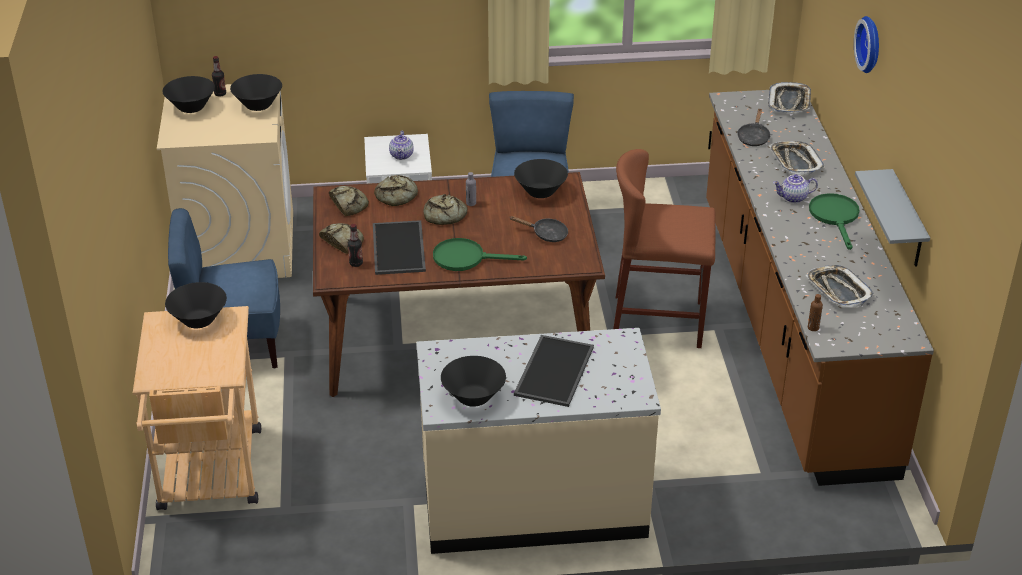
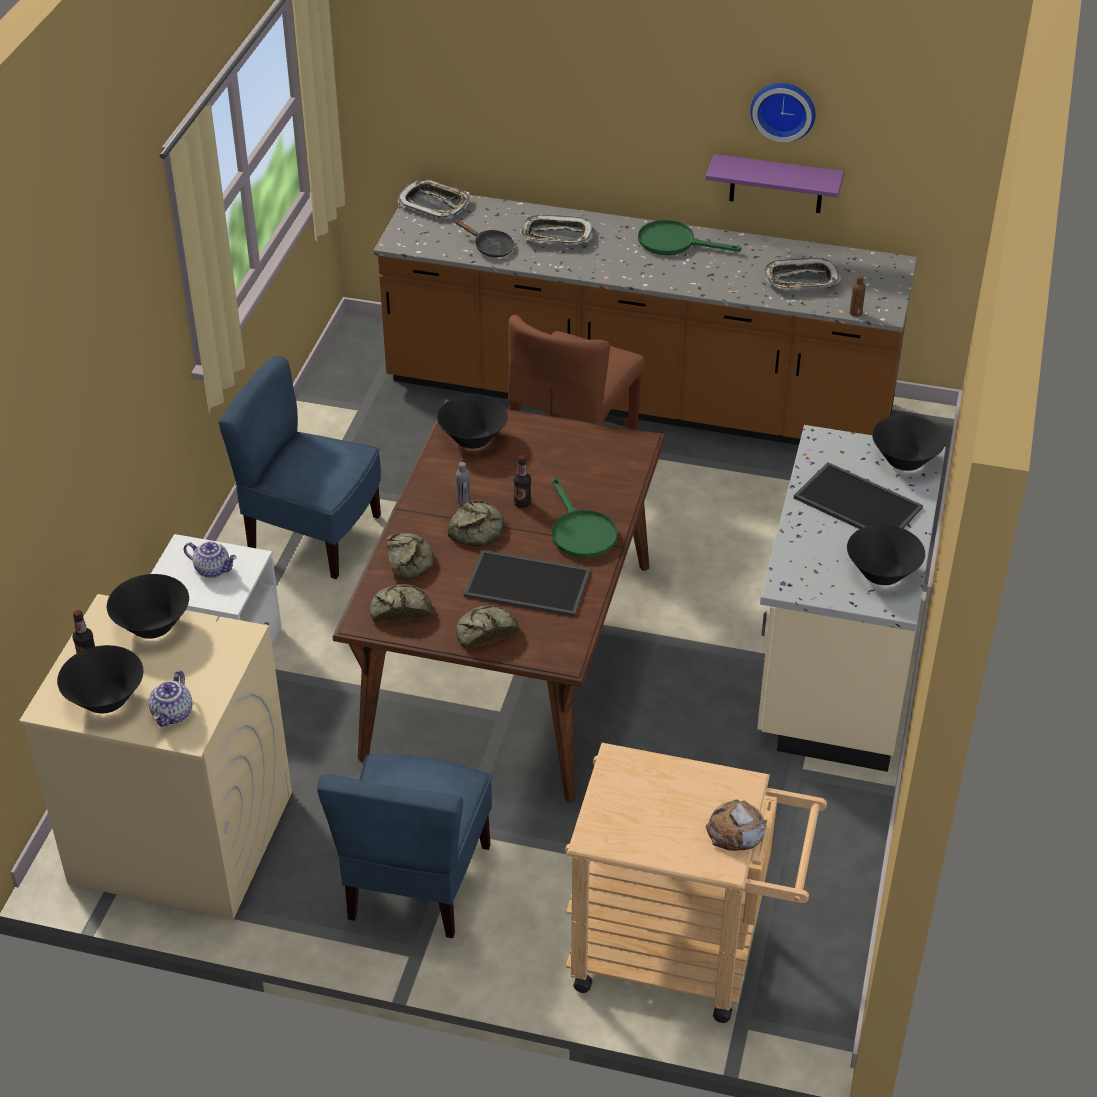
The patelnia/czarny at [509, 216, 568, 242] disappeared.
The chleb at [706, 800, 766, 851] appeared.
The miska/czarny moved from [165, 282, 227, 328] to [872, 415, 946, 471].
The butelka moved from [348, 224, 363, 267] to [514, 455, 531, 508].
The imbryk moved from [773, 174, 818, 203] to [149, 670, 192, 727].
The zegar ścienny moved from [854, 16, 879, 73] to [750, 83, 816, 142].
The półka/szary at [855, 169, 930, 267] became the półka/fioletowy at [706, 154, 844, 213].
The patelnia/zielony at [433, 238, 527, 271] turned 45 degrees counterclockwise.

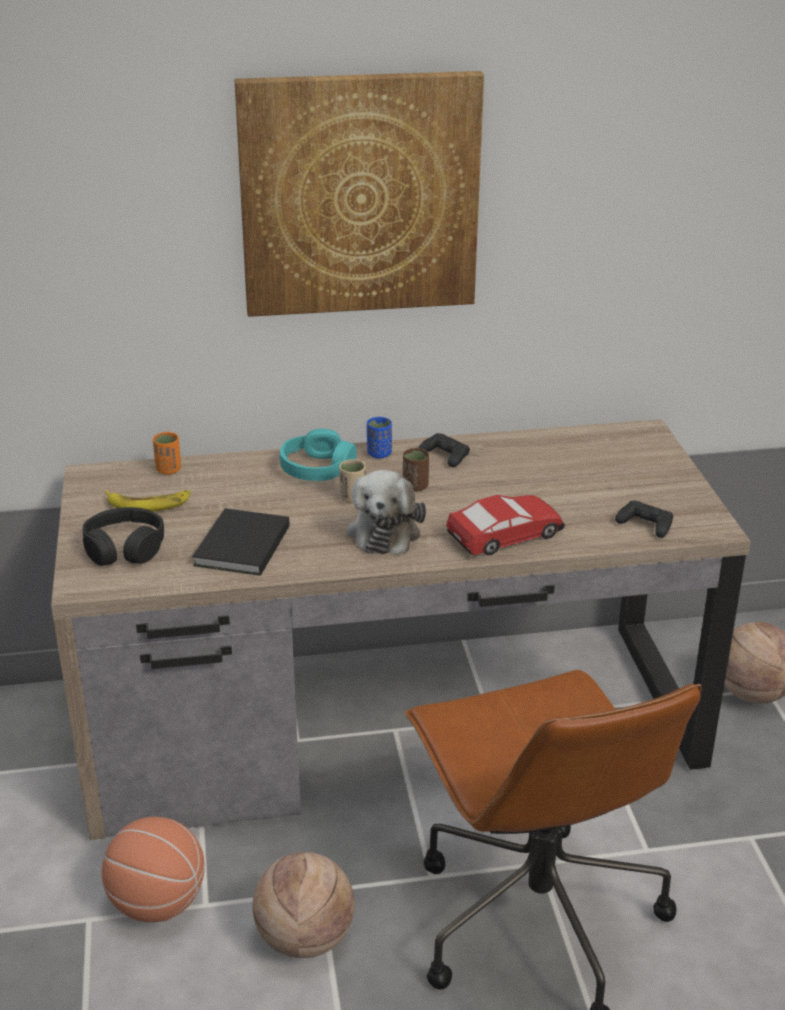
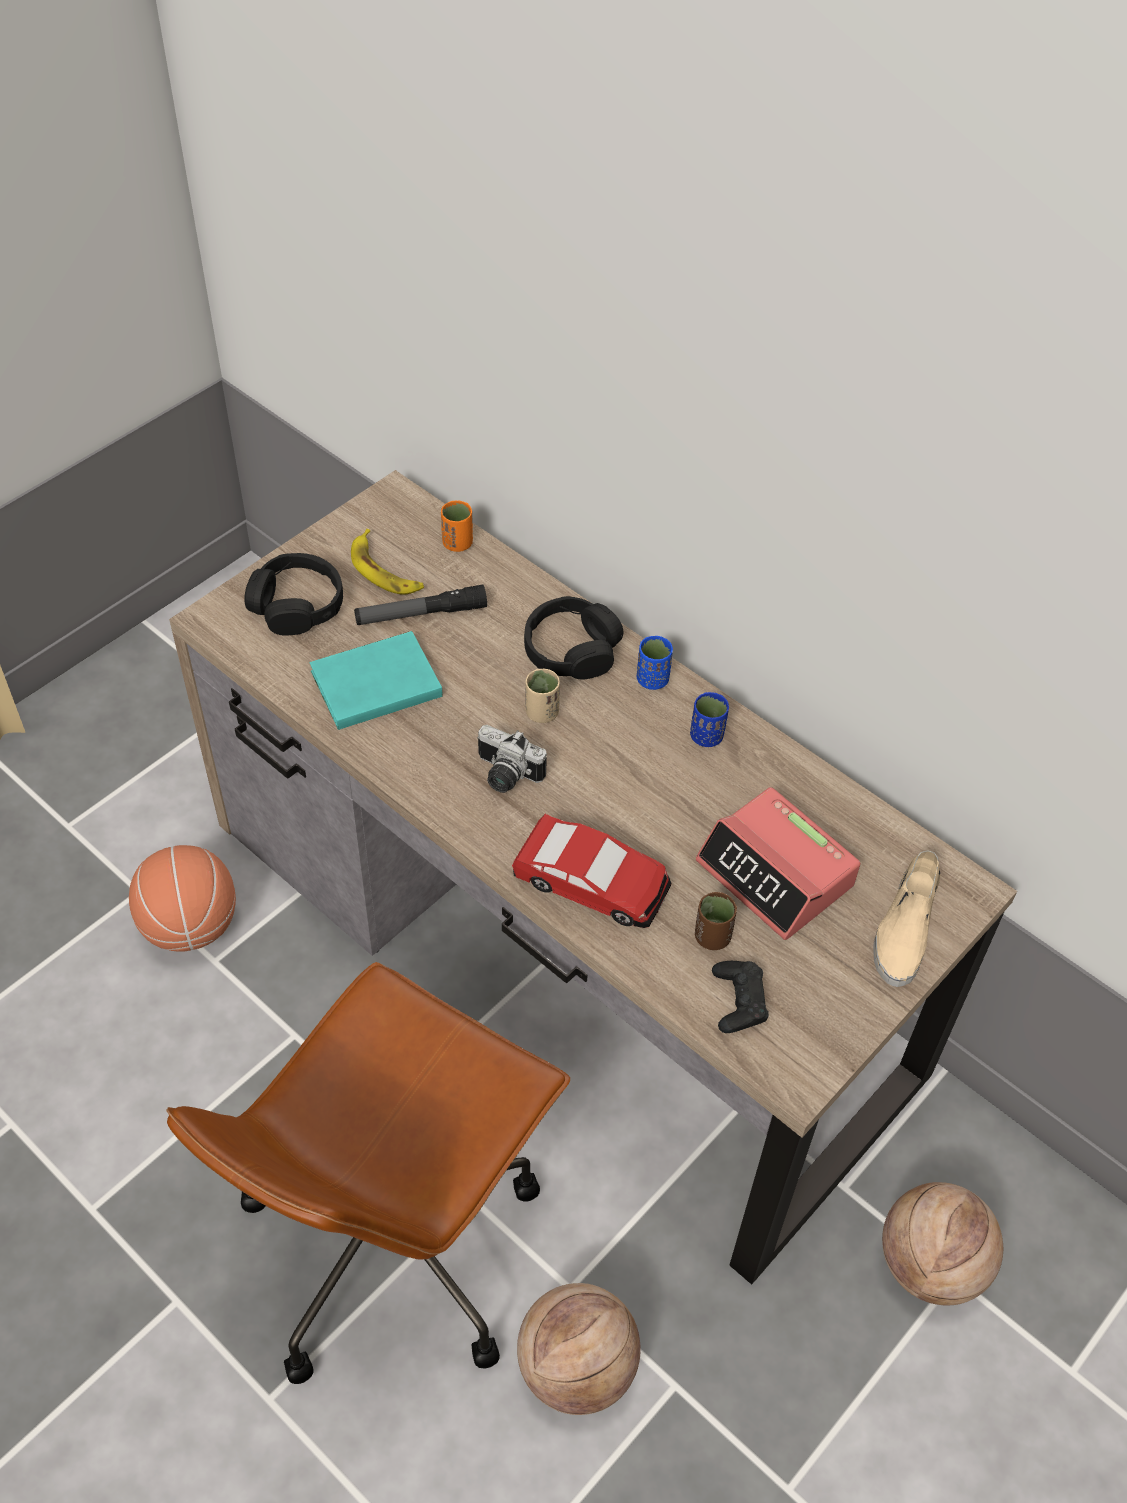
The obraz at [234, 71, 484, 317] disappeared.
The latarka at [354, 585, 487, 625] appeared.
The budzik at [695, 787, 861, 940] appeared.
The but/beżowy at [874, 850, 940, 987] appeared.
The piłka do koszykówki moved from [252, 852, 355, 958] to [517, 1283, 641, 1415].
The filiżanka/brązowy moved from [403, 448, 429, 492] to [695, 892, 737, 950].
The pluszak at [347, 470, 426, 554] was replaced by the aparat fotograficzny at [477, 725, 547, 793].
The pad do gier/czarny at [419, 433, 470, 467] was replaced by the filiżanka/niebieski at [690, 692, 729, 747].
The książka/czarny at [192, 508, 289, 576] became the książka/turkusowy at [309, 631, 442, 730].
The słuchawki/turkusowy at [280, 428, 357, 481] became the słuchawki/czarny at [524, 596, 623, 680].

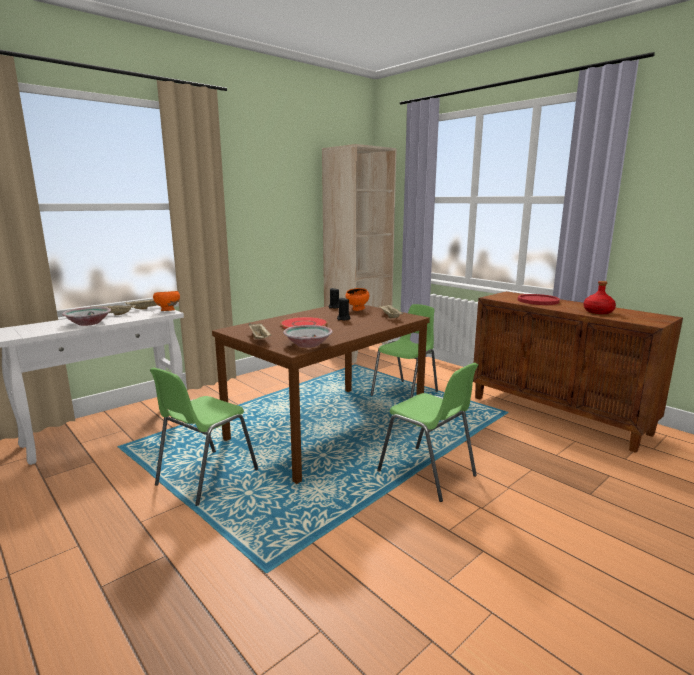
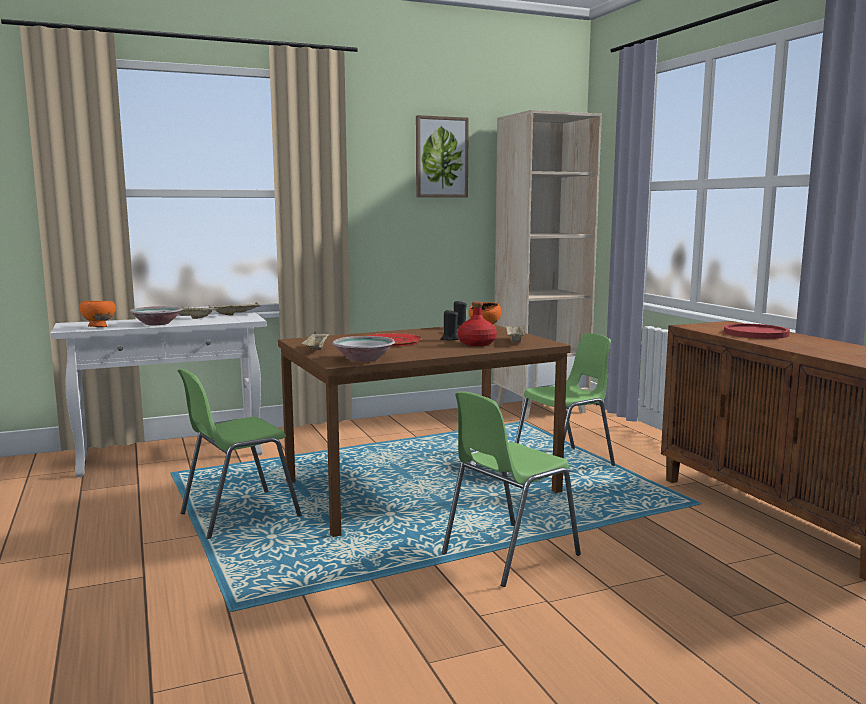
The obraz at [416, 115, 469, 198] appeared.
The miska/pomarańczowy moved from [153, 291, 180, 311] to [79, 301, 116, 327].
The butelka/czerwony moved from [583, 281, 616, 314] to [458, 301, 497, 346].
The krzesło/zielony at [377, 363, 478, 502] turned 75 degrees clockwise.

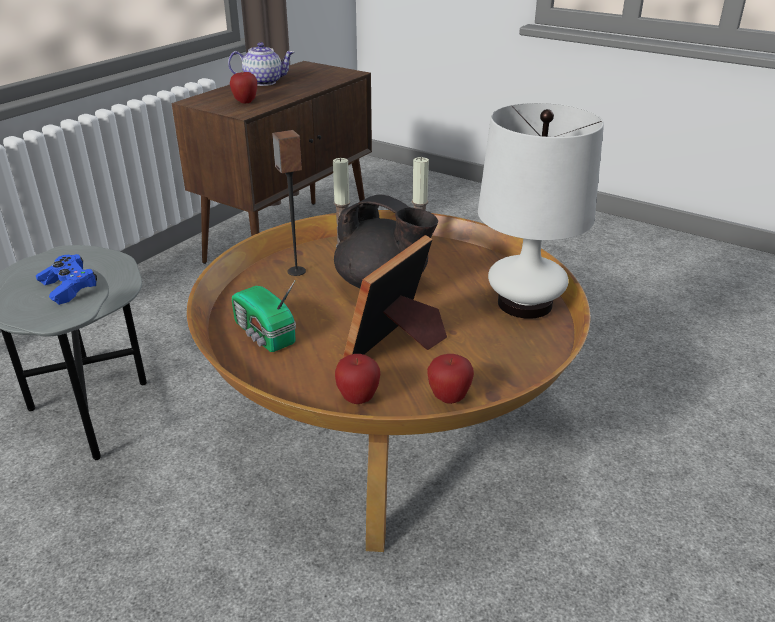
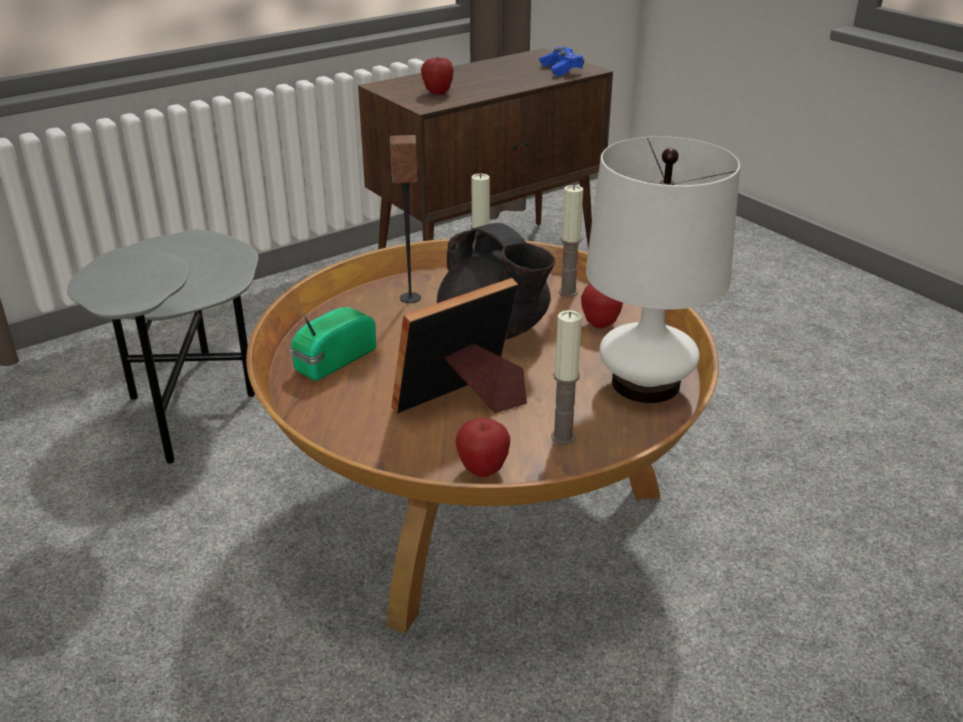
The imbryk at [228, 42, 294, 86] disappeared.
The świeca at [551, 310, 582, 445] appeared.
The pad do gier/niebieski moved from [36, 254, 97, 305] to [539, 47, 584, 76].
The jabłko moved from [335, 354, 380, 404] to [581, 283, 623, 328].
The radio at [232, 280, 296, 352] turned 60 degrees clockwise.

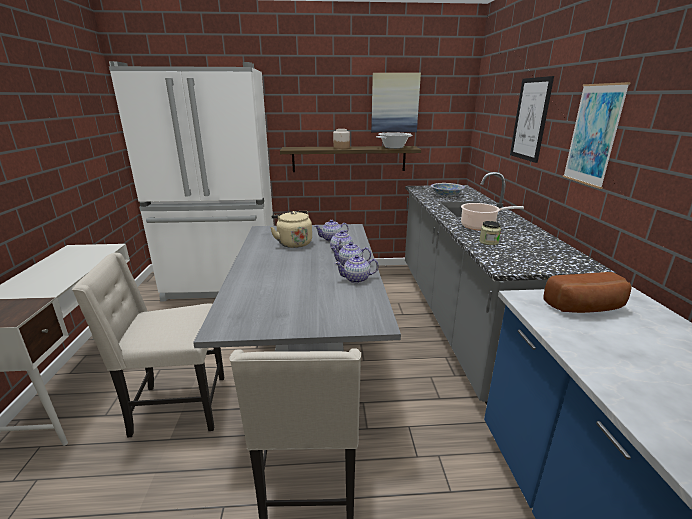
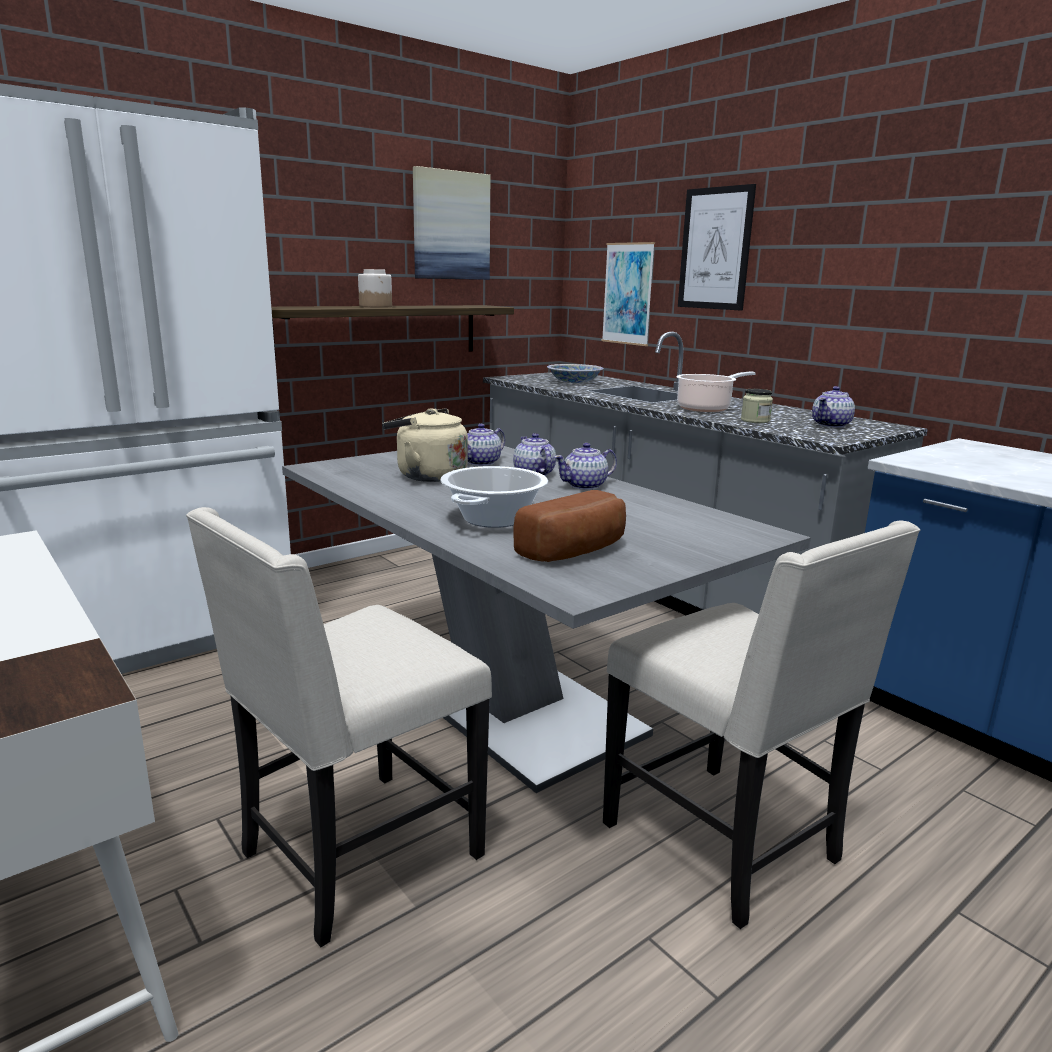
The imbryk moved from [335, 255, 379, 283] to [812, 386, 855, 428].
The garnek moved from [376, 133, 413, 149] to [440, 466, 548, 528].
The chleb moved from [543, 272, 632, 313] to [513, 490, 626, 562].
The obraz moved from [563, 82, 631, 189] to [602, 242, 655, 346].

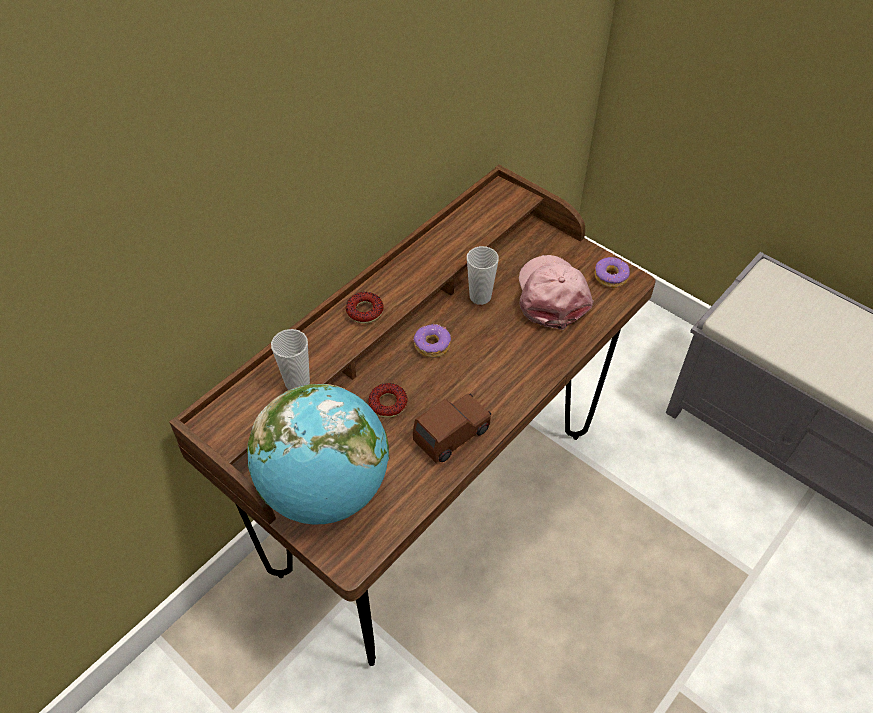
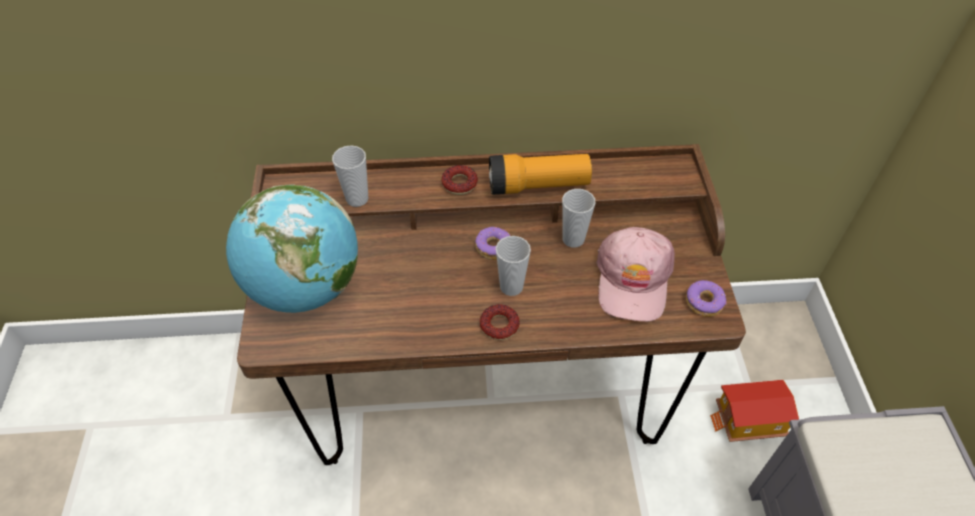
The samochodzik/brązowy at [413, 393, 491, 463] disappeared.
The latarka at [489, 154, 592, 195] appeared.
The filiżanka at [496, 236, 531, 296] appeared.
The domek at [710, 380, 799, 442] appeared.
The donut moved from [369, 383, 408, 418] to [480, 304, 520, 340].
The czapka z daszkiem/różowy at [519, 255, 594, 330] turned 150 degrees clockwise.

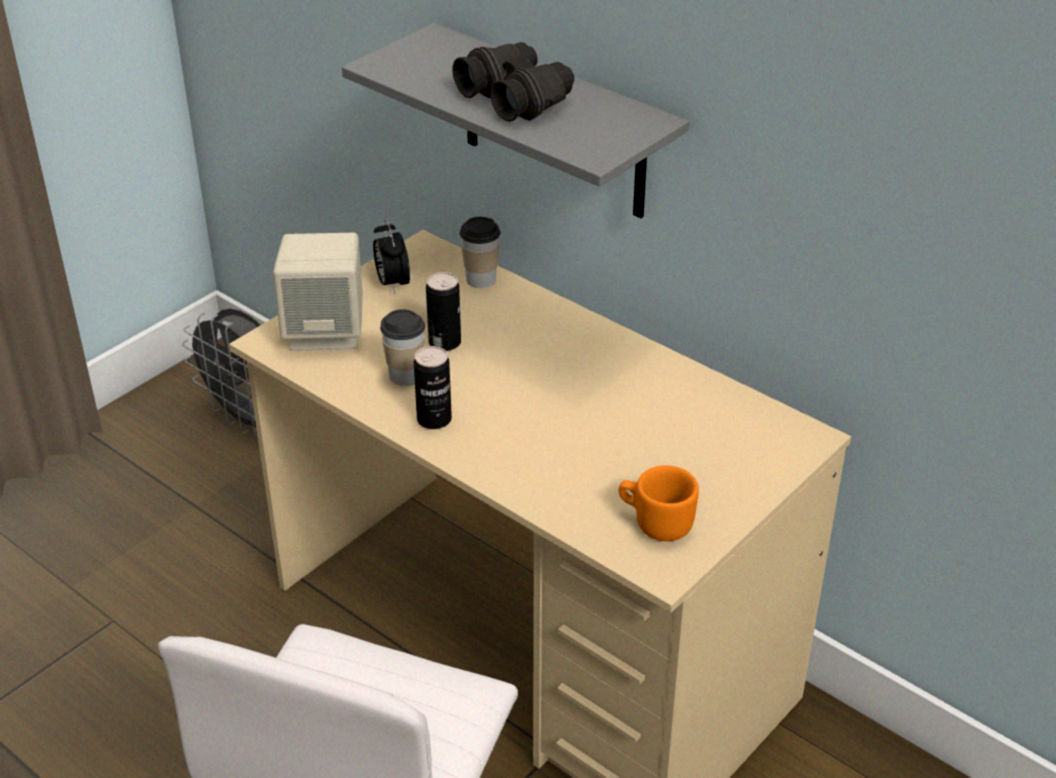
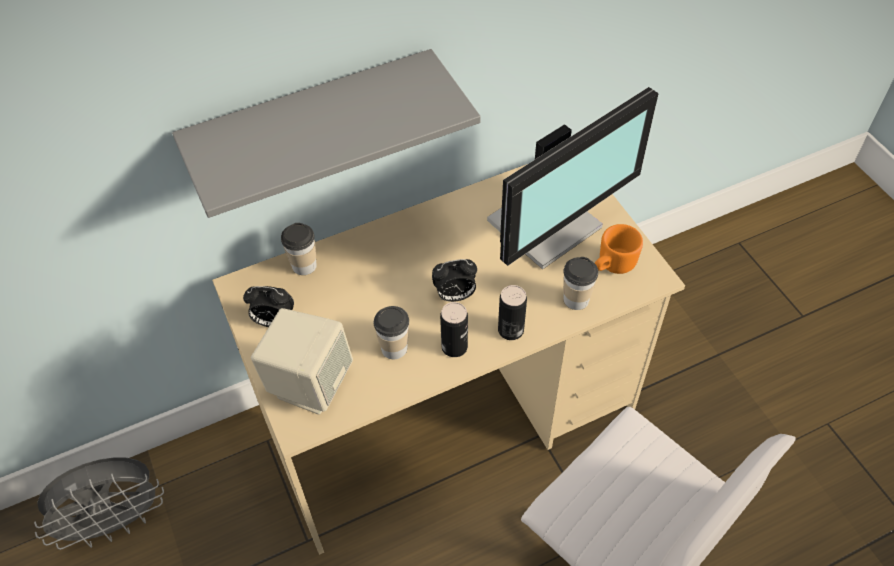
The lornetka/czarny at [452, 42, 574, 122] disappeared.
The budzik at [432, 259, 477, 302] appeared.
The monitor at [487, 87, 659, 269] appeared.
The filiżanka at [563, 257, 598, 310] appeared.
The puszka moved from [426, 272, 461, 351] to [498, 285, 527, 340].

